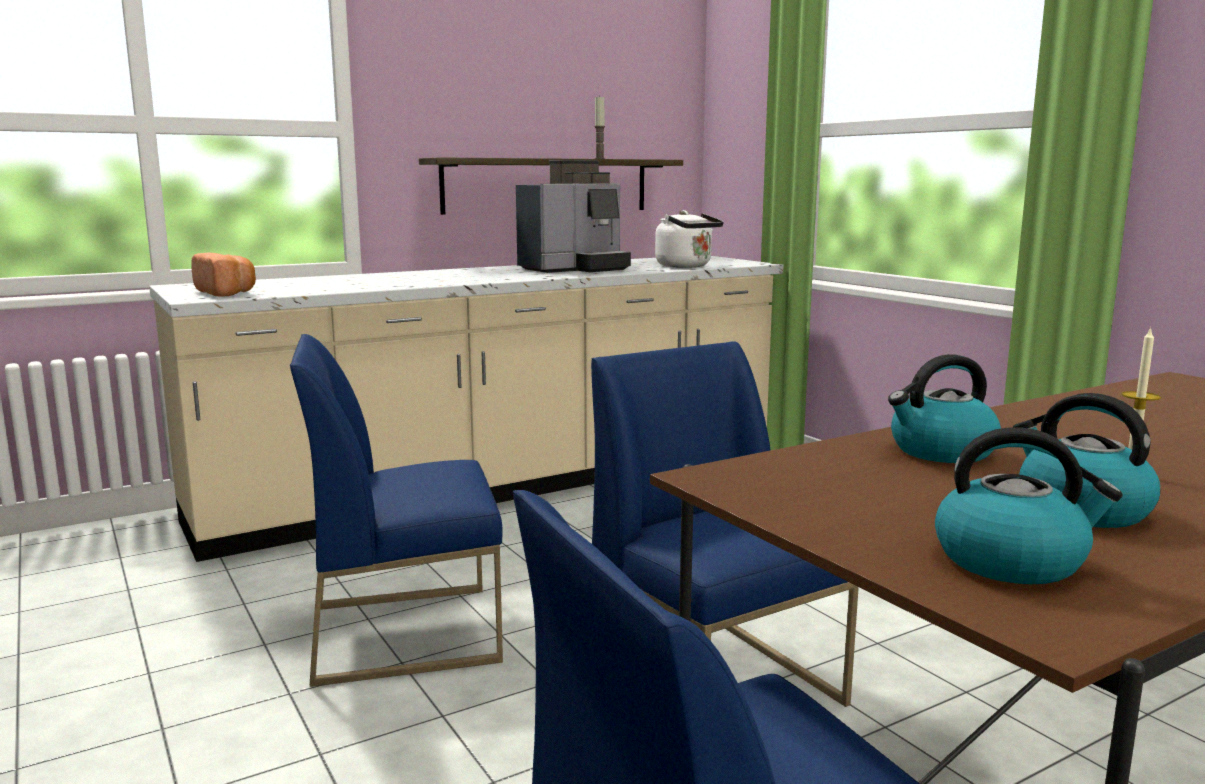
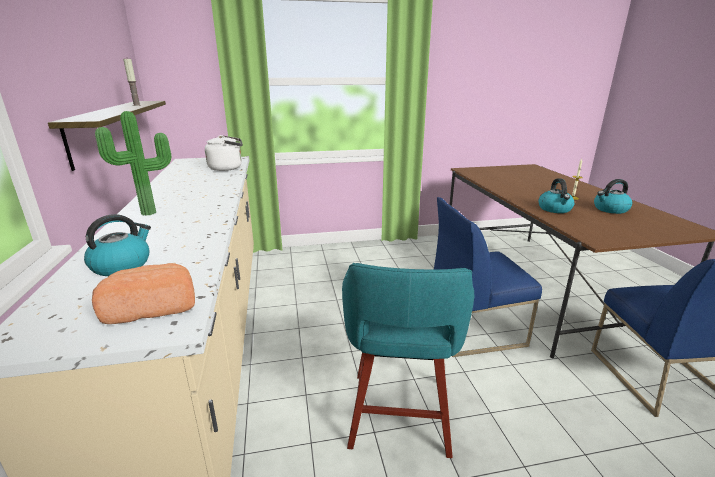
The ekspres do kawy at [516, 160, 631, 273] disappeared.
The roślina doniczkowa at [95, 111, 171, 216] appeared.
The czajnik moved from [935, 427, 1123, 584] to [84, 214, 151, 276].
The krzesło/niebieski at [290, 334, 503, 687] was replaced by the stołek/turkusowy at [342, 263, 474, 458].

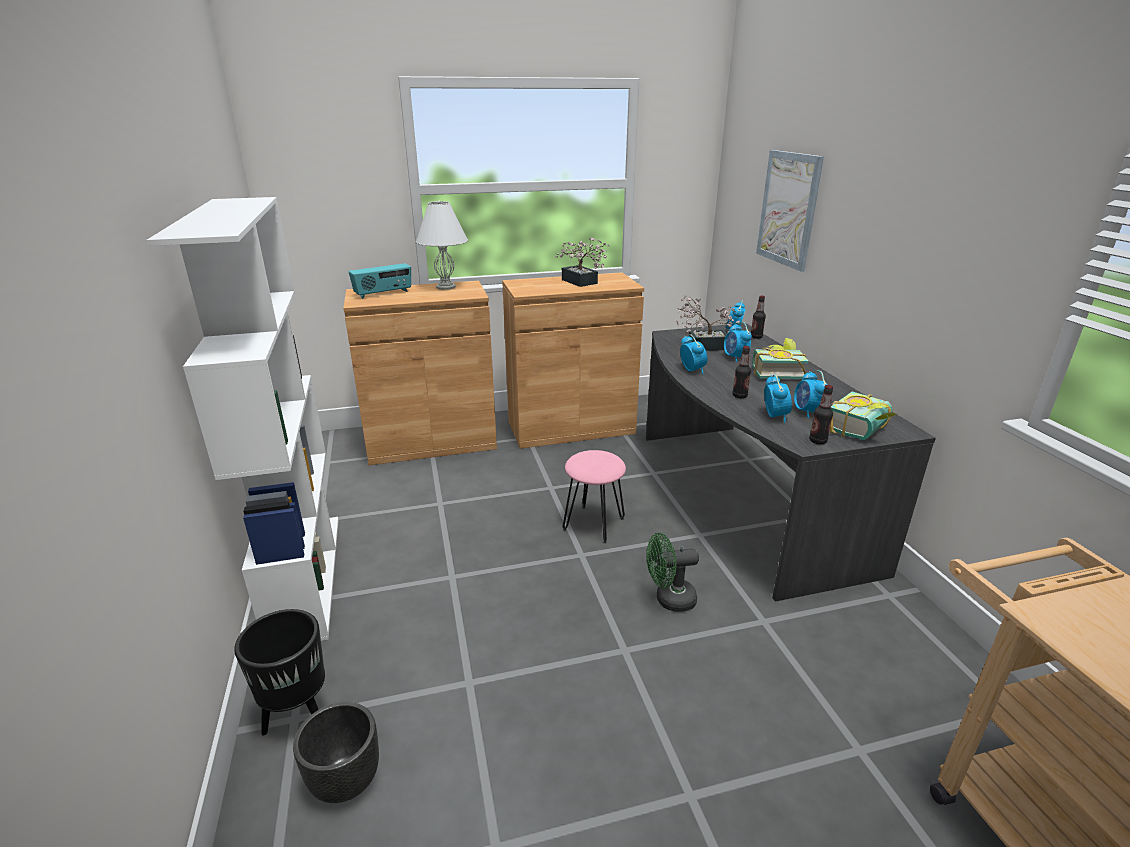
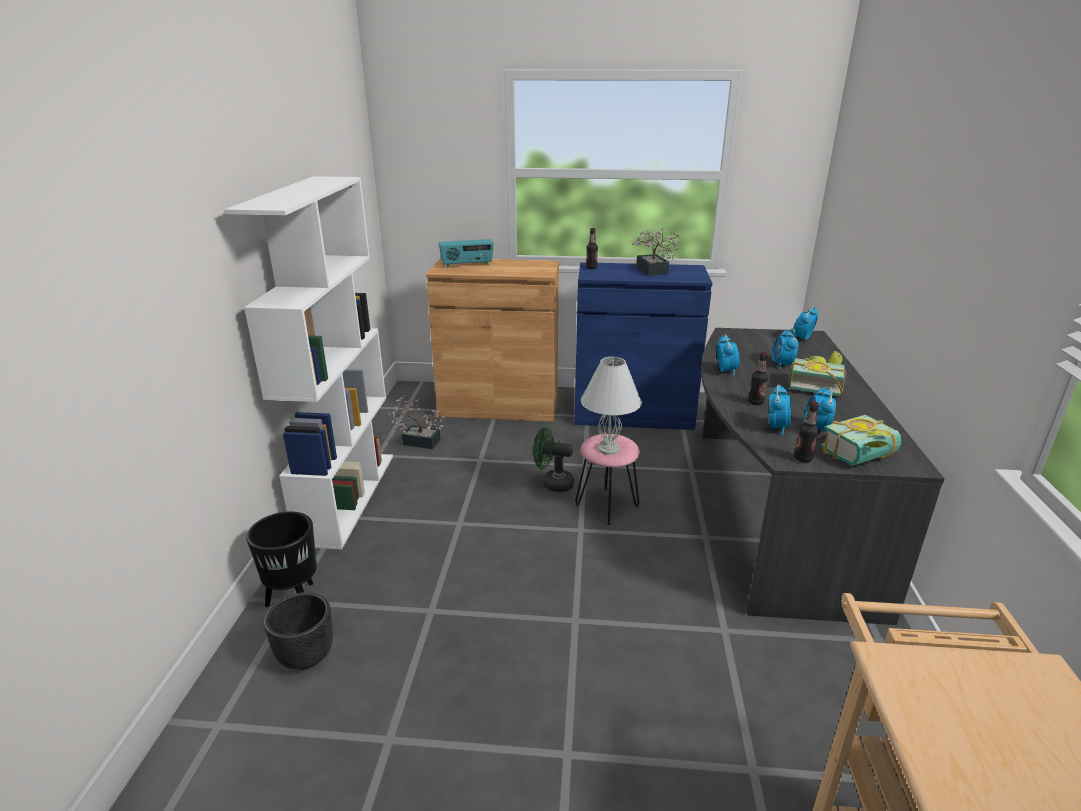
The obraz at [756, 150, 824, 272] disappeared.
The lampa stołowa/biały moved from [416, 201, 468, 290] to [581, 357, 642, 455].
The wentylator/zielony moved from [646, 533, 699, 612] to [533, 427, 574, 492].
The roślina doniczkowa moved from [676, 295, 740, 351] to [388, 395, 446, 449].
The butelka moved from [751, 296, 766, 339] to [586, 228, 598, 269].
The szafka/brązowy at [502, 272, 644, 449] became the szafka/niebieski at [574, 262, 712, 430].

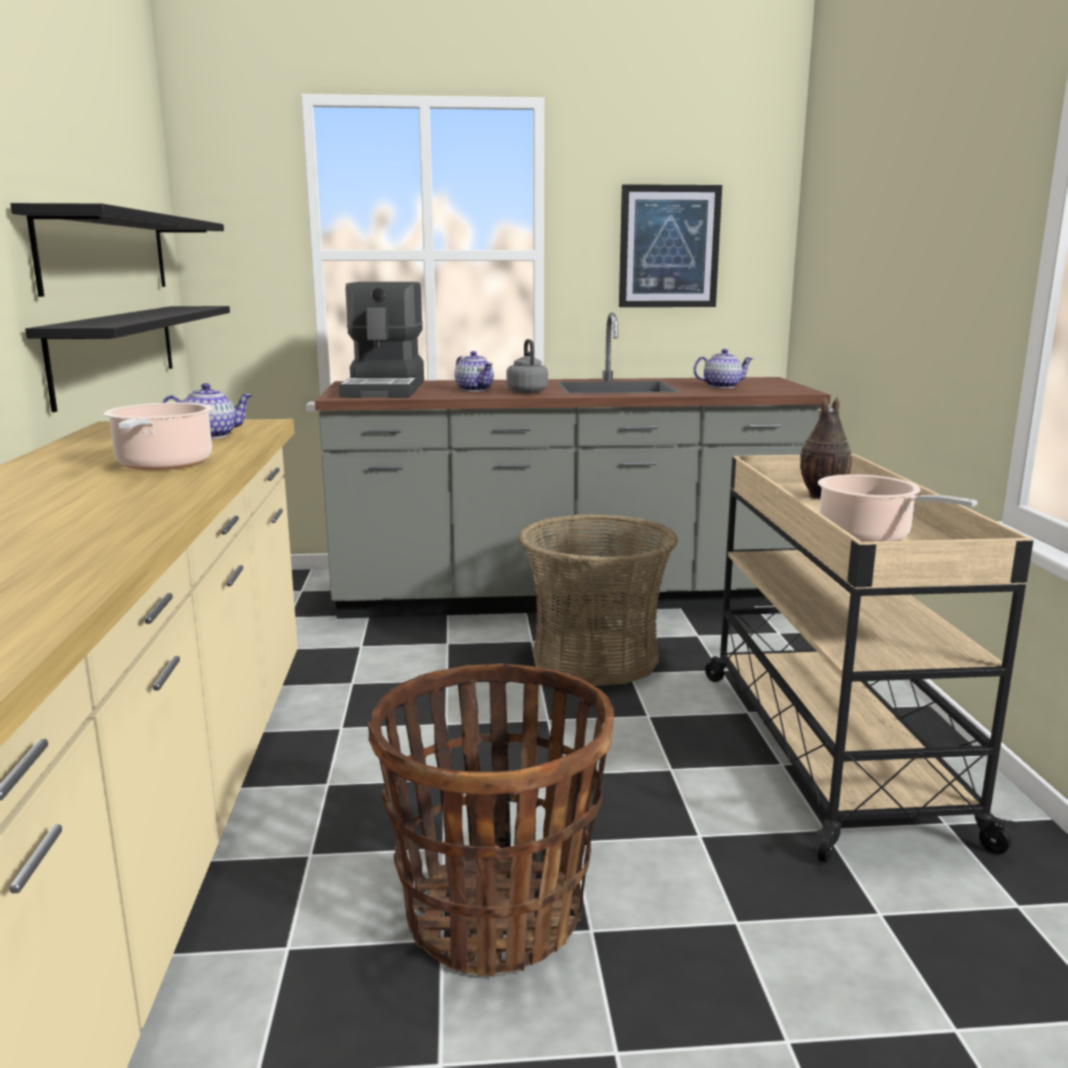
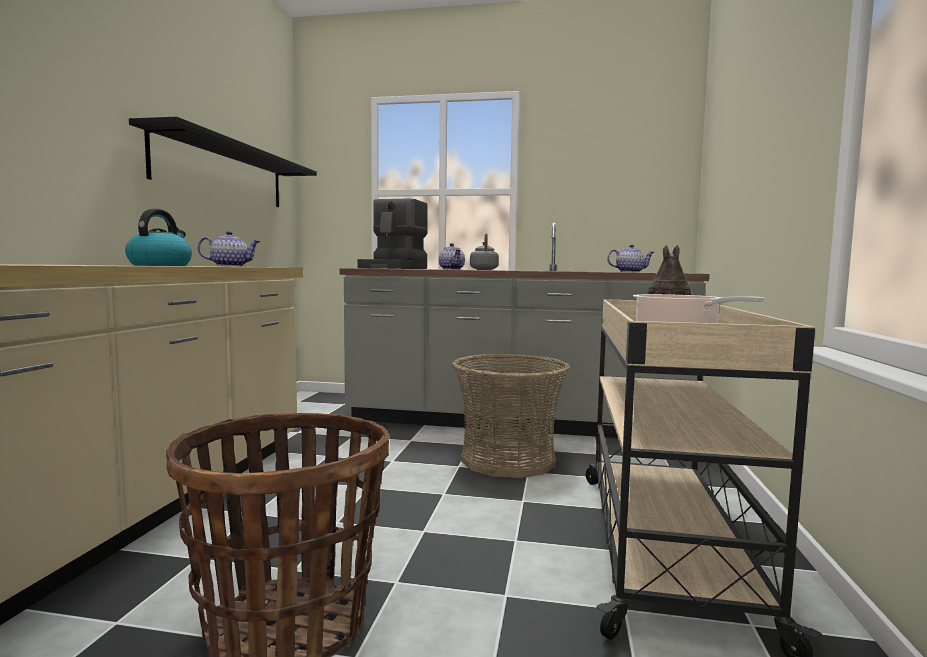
The półka/czarny at [25, 306, 230, 412] disappeared.
The obraz at [619, 184, 722, 307] disappeared.
The garnek at [104, 403, 213, 470] was replaced by the czajnik at [125, 209, 192, 266].

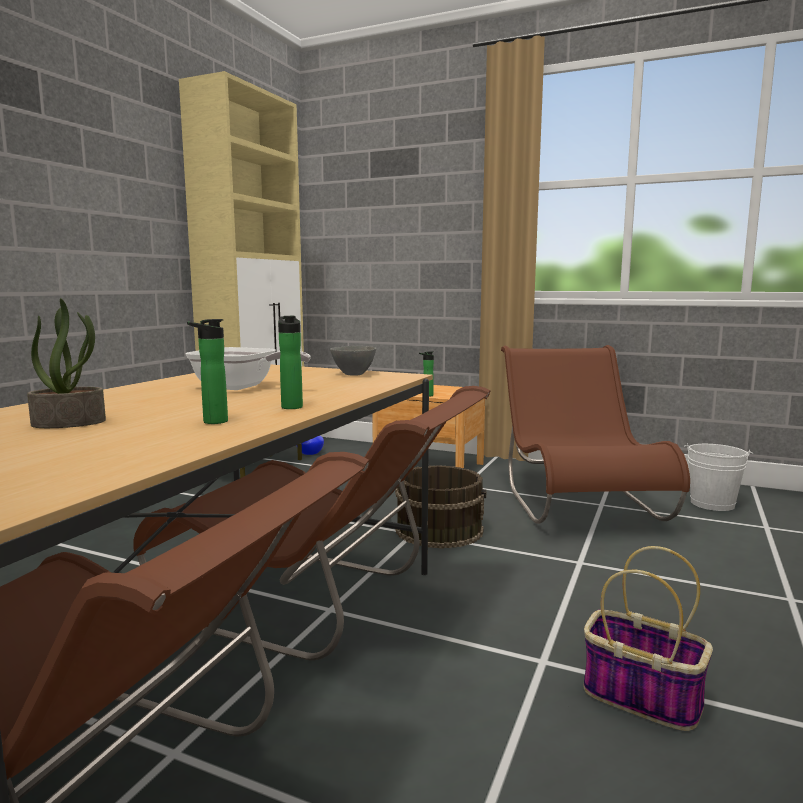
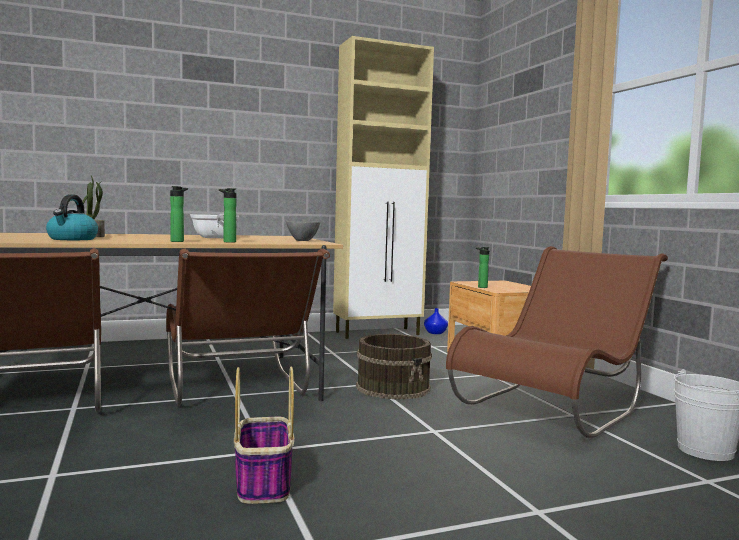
The czajnik at [46, 194, 98, 240] appeared.
The butelka moved from [187, 319, 228, 424] to [219, 188, 237, 243].

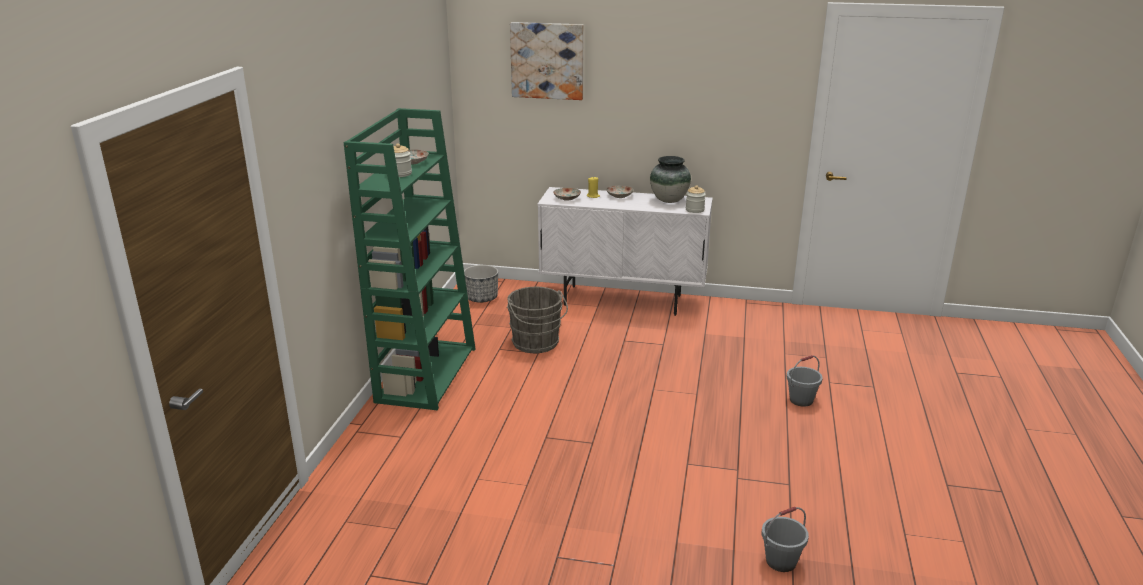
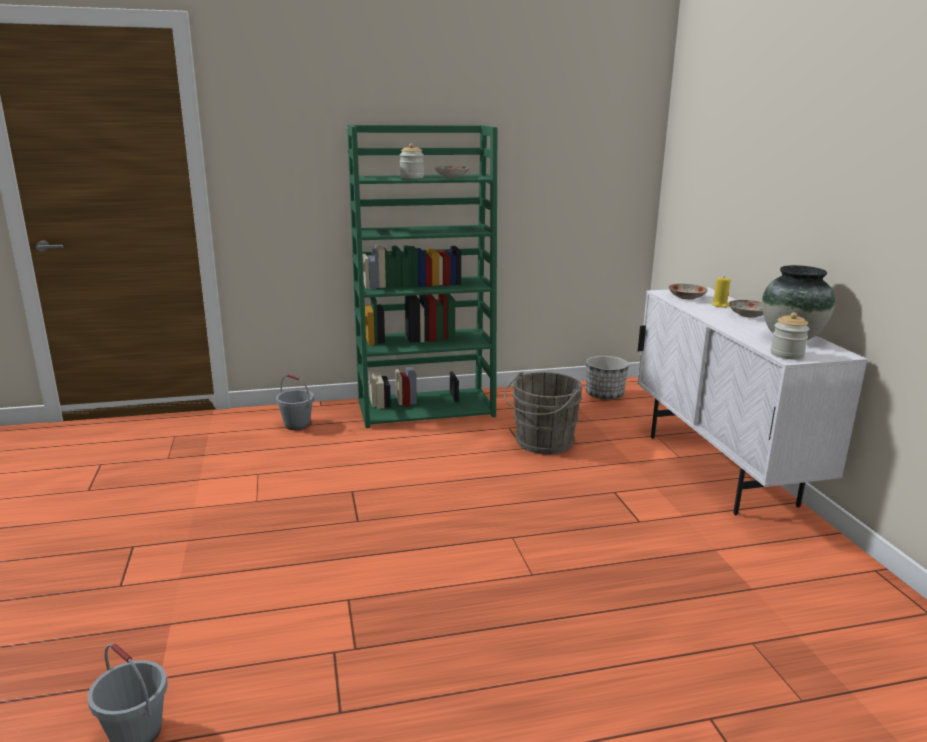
The obraz at [510, 22, 584, 100] disappeared.
The wiadro/szary moved from [786, 355, 823, 407] to [276, 374, 314, 430].

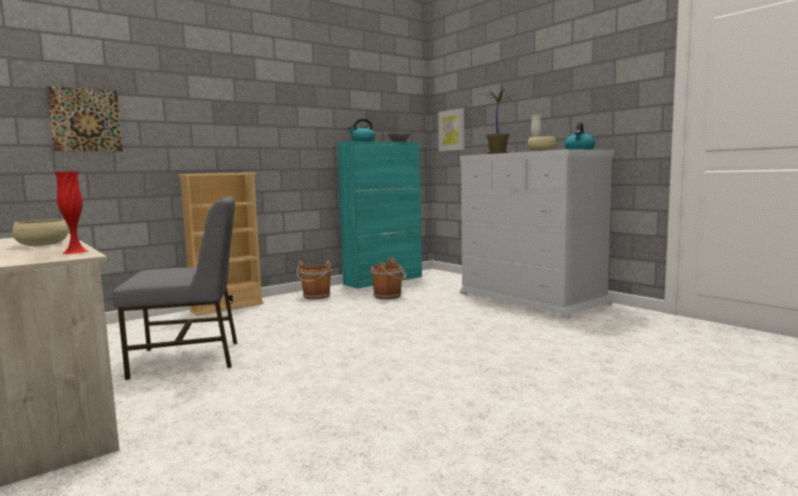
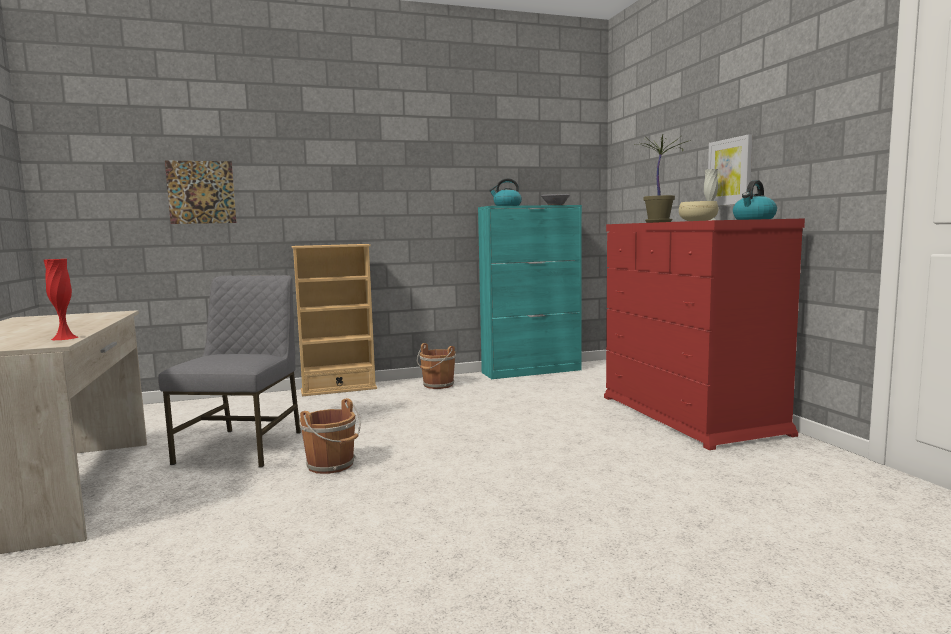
The miska/beżowy at [12, 220, 68, 246] disappeared.
The wiadro/brązowy moved from [371, 258, 407, 299] to [299, 398, 361, 474].
The obraz moved from [438, 108, 465, 151] to [708, 134, 752, 206].
The komoda/biały at [460, 149, 614, 318] became the komoda/czerwony at [604, 219, 805, 450].
The krzesło/szary at [113, 196, 237, 380] turned 90 degrees counterclockwise.

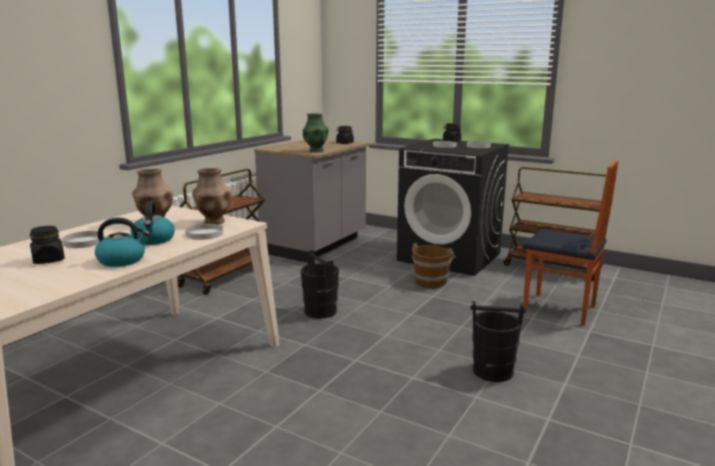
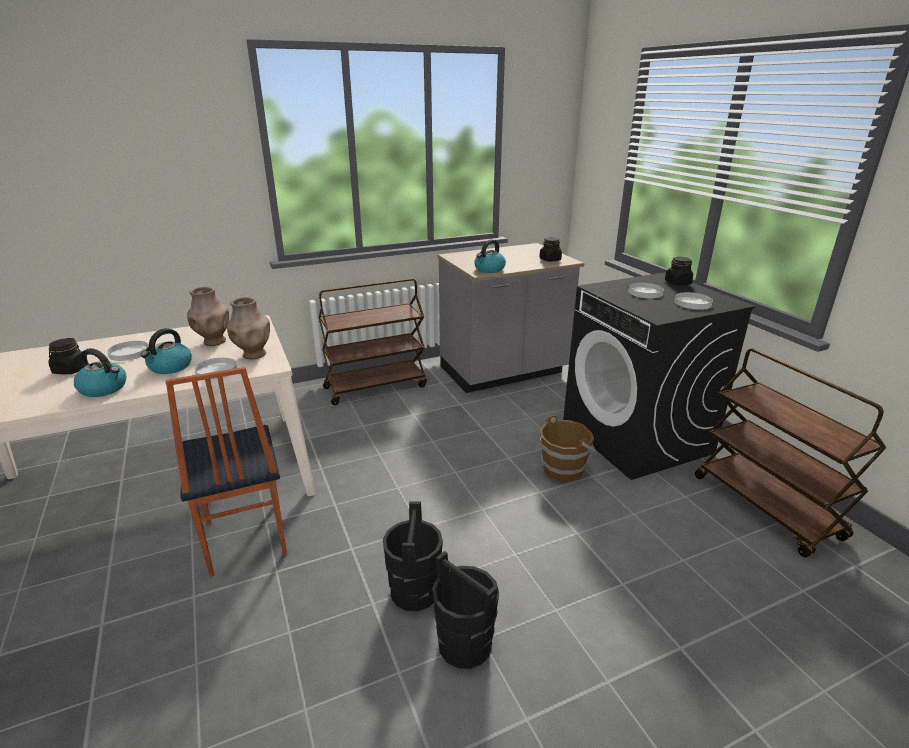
The wiadro/czarny moved from [301, 250, 339, 319] to [383, 501, 443, 611].
The krzesło moved from [523, 160, 618, 326] to [165, 367, 287, 577].
The wazon/zielony at [303, 113, 329, 152] was replaced by the czajnik at [474, 239, 506, 273].

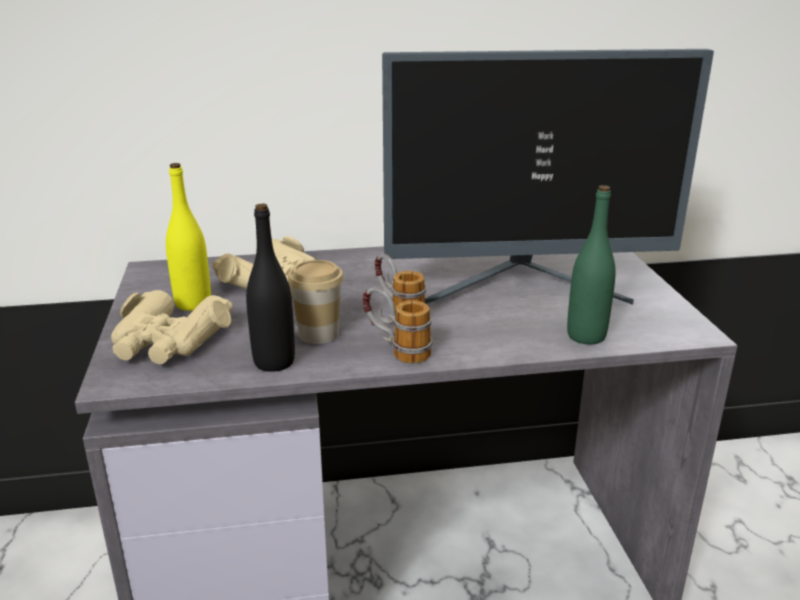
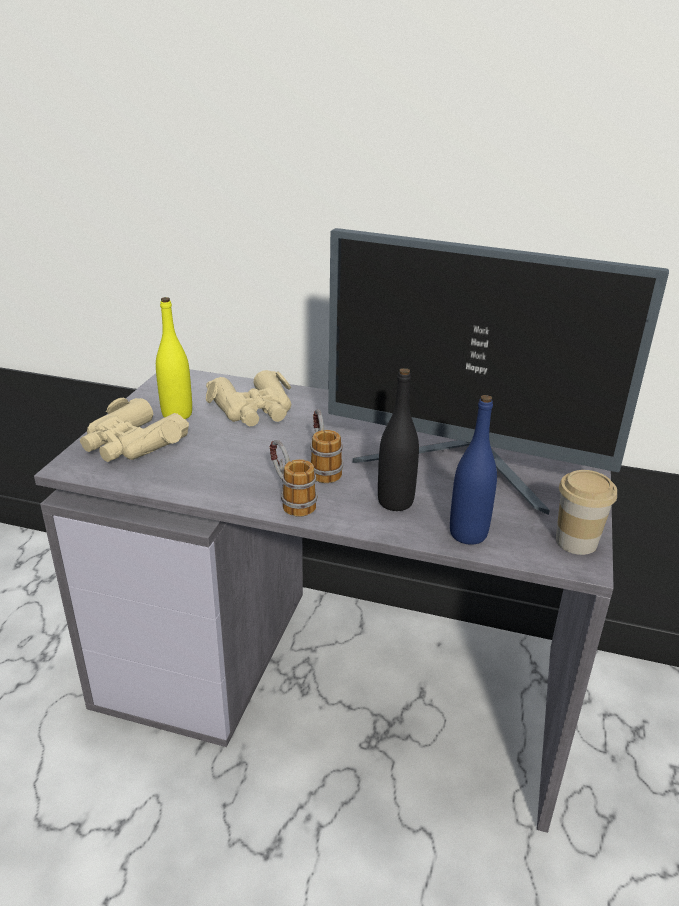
The butelka/czarny moved from [246, 203, 295, 372] to [378, 368, 419, 511].
The filiżanka moved from [288, 260, 344, 344] to [556, 470, 617, 555].
The butelka/zielony at [567, 185, 616, 344] became the butelka/niebieski at [450, 395, 497, 545].

